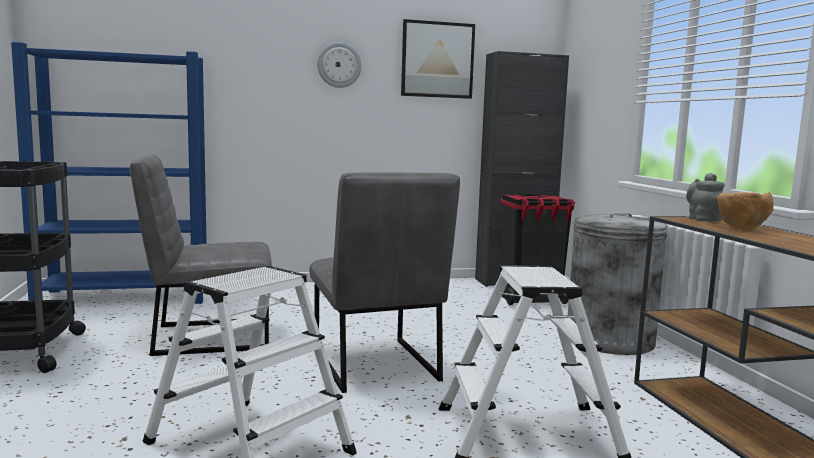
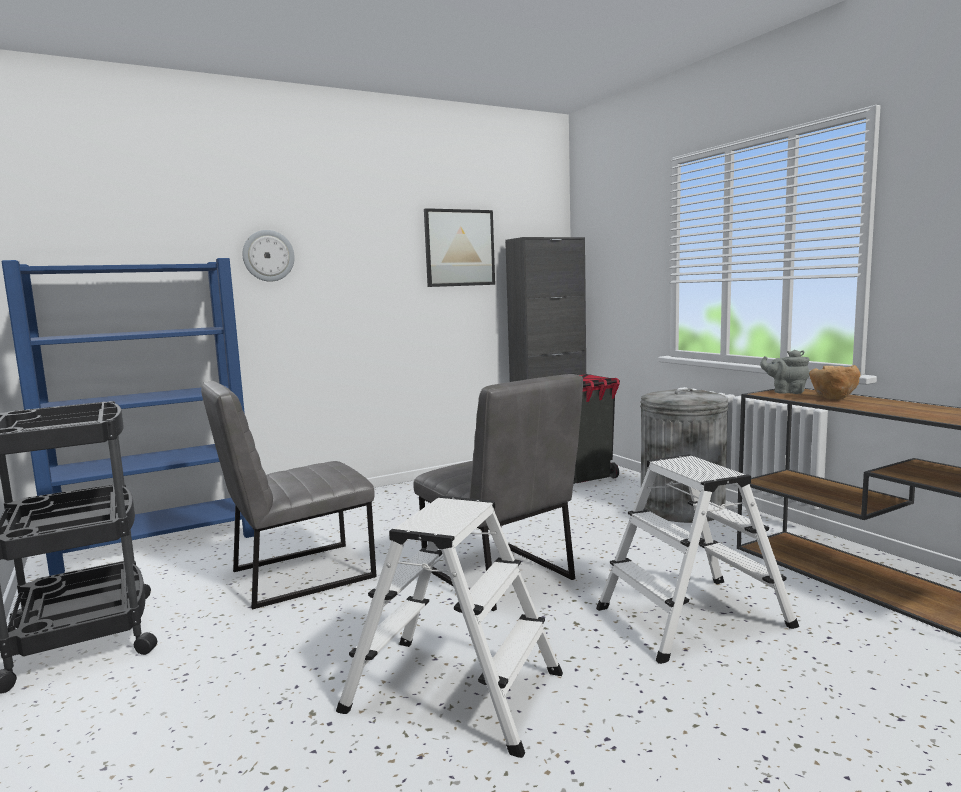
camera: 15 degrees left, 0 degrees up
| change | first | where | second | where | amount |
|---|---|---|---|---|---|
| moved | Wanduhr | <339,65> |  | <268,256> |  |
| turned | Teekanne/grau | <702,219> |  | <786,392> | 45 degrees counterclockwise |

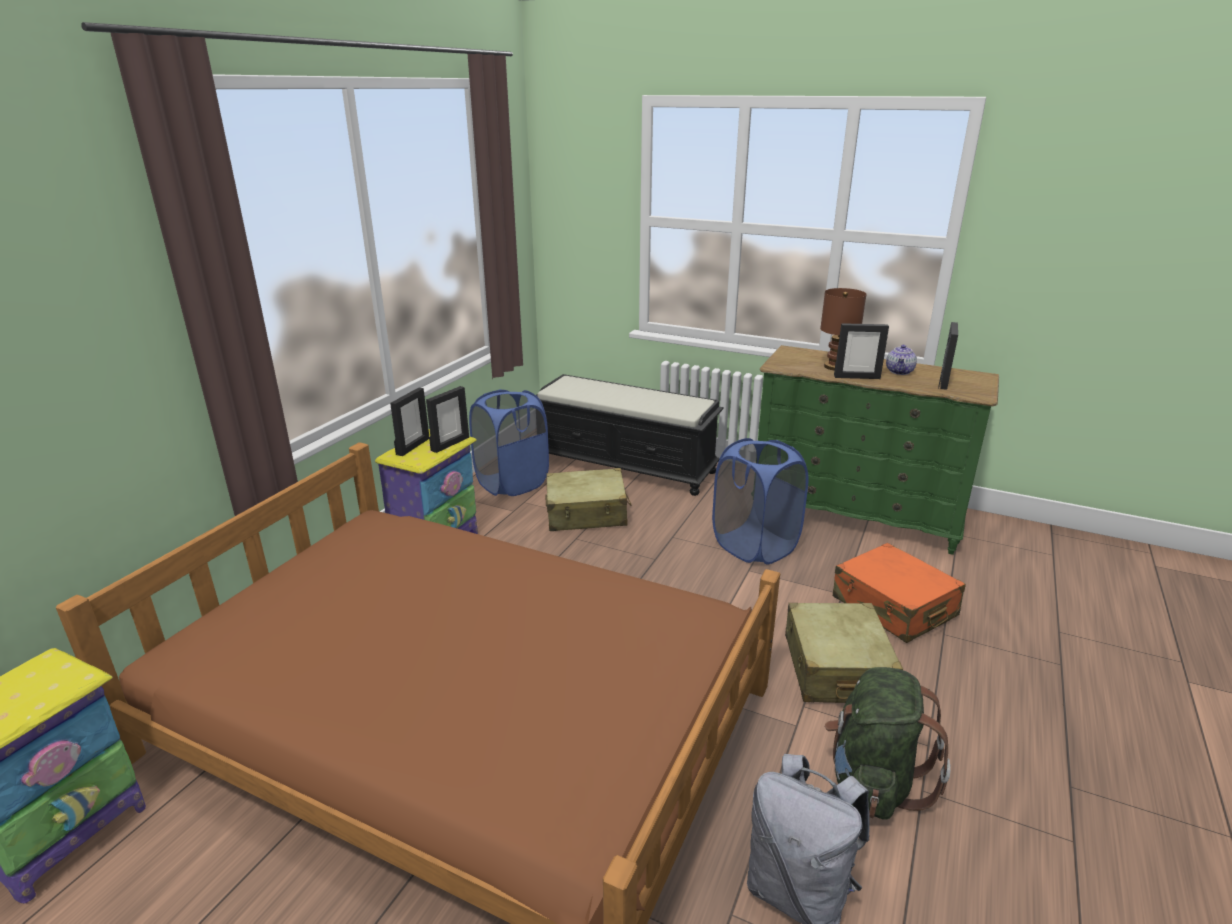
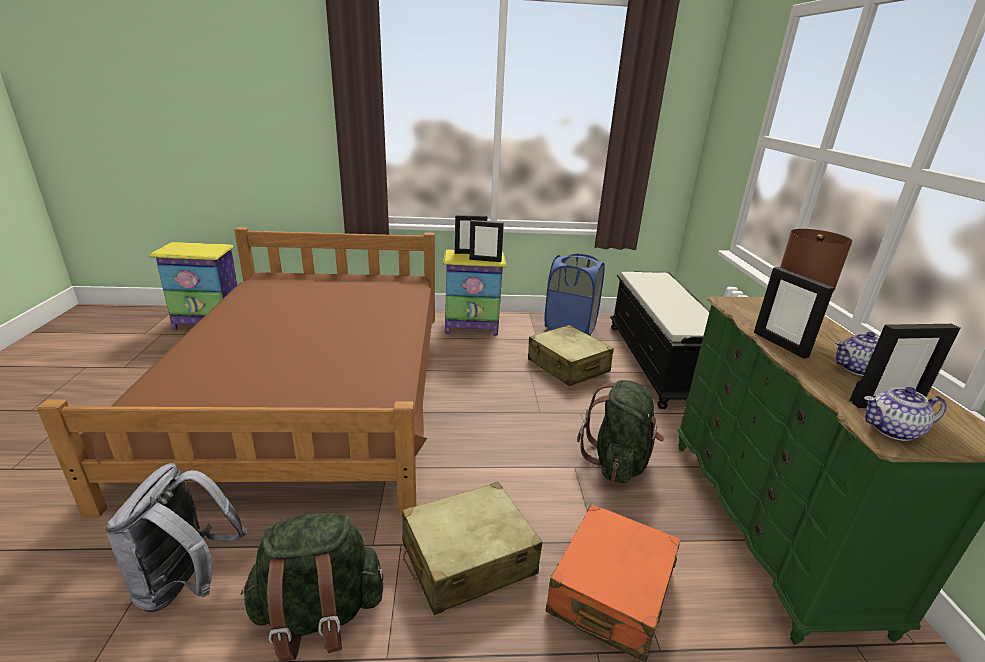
camera: 60 degrees right, 0 degrees up
| change | first | where | second | where | amount |
|---|---|---|---|---|---|
| replaced | Wäschekorb/blau | <754,546> | Rucksack/grün | <618,461> |  |
| added |  |  | Teekanne | <892,430> |  |

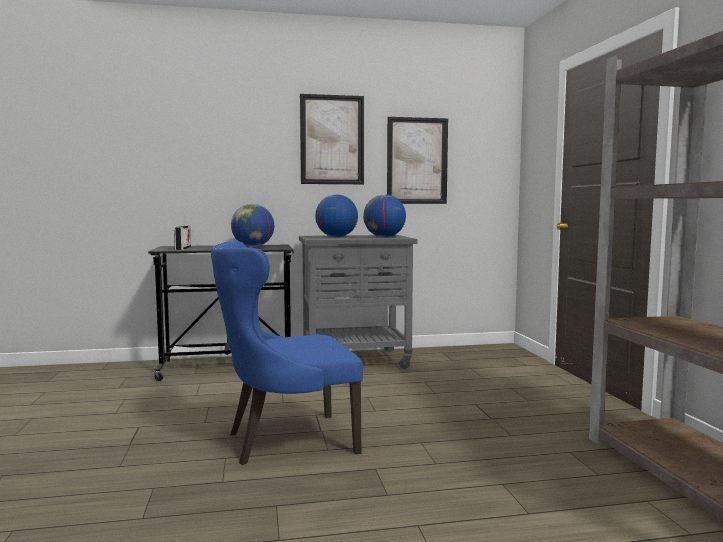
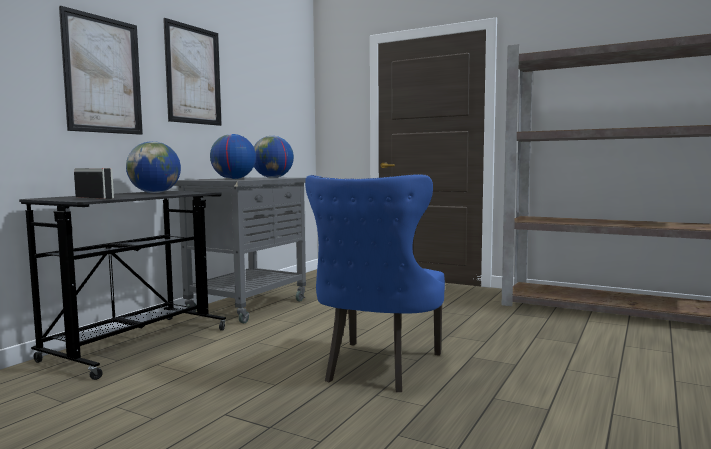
camera: 50 degrees left, 0 degrees up
| change | first | where | second | where | amount |
|---|---|---|---|---|---|
| moved | Bild | <417,161> |  | <103,75> |  |

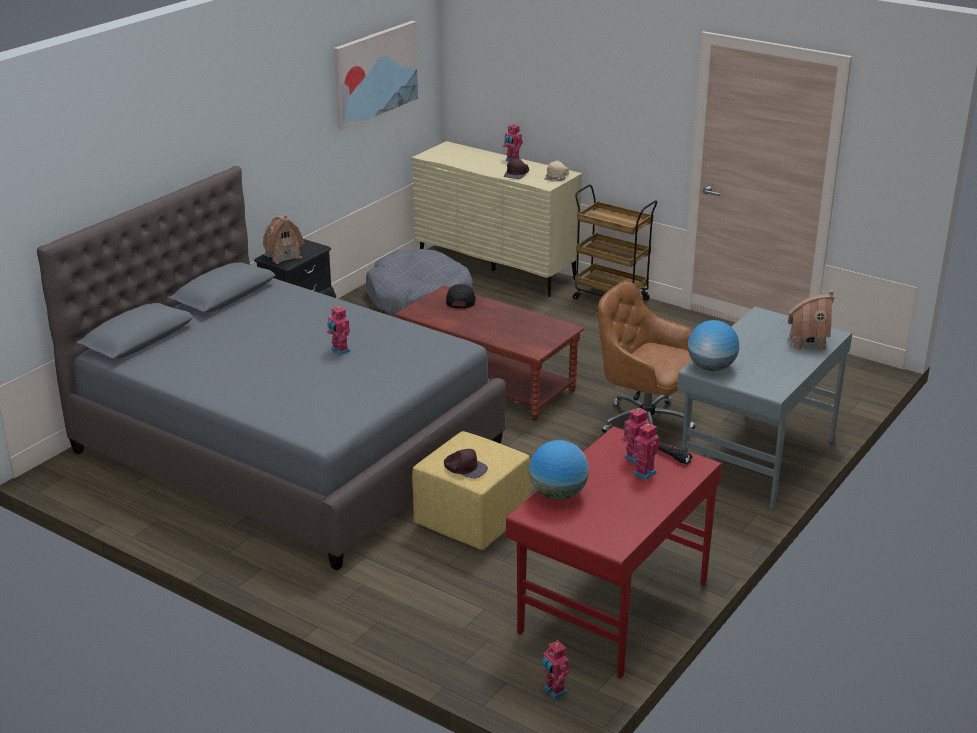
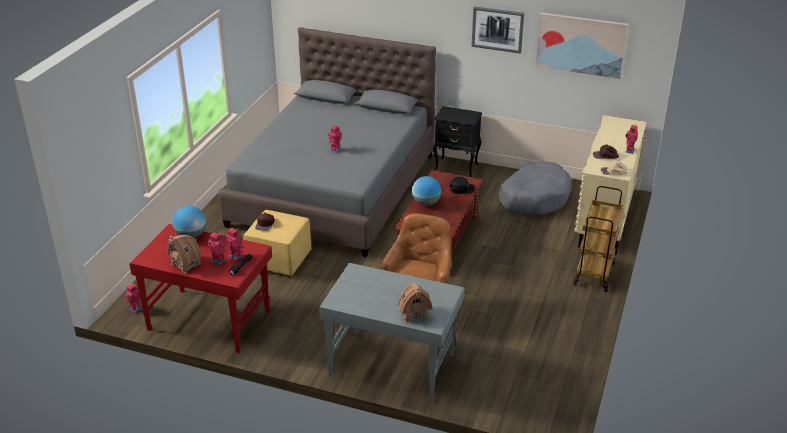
camera: 75 degrees right, 5 degrees up
| change | first | where | second | where | amount |
|---|---|---|---|---|---|
| moved | Spielzeughaus | <283,256> |  | <186,264> |  |
| moved | Globus | <711,368> |  | <426,203> |  |
| added |  |  | Bild | <497,29> |  |

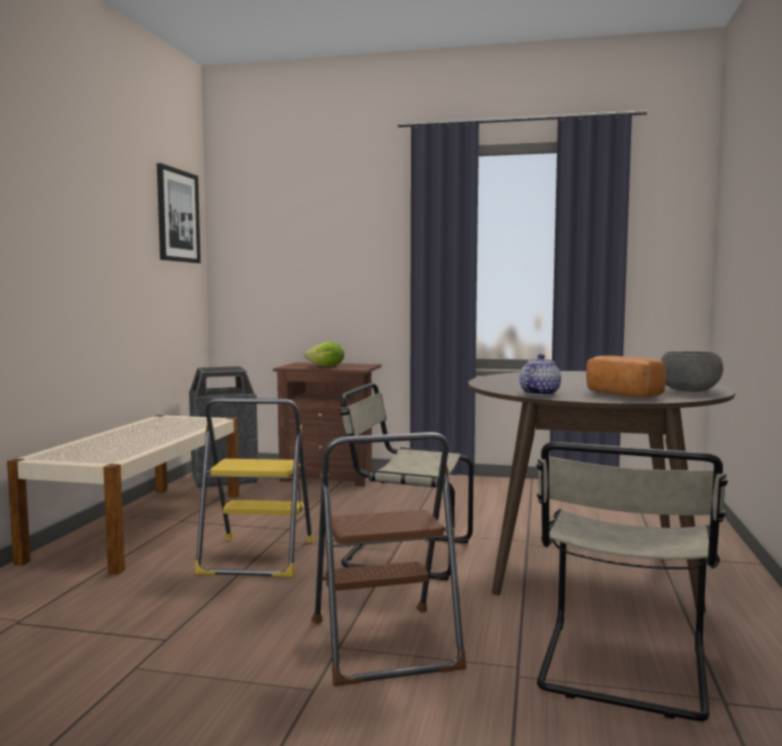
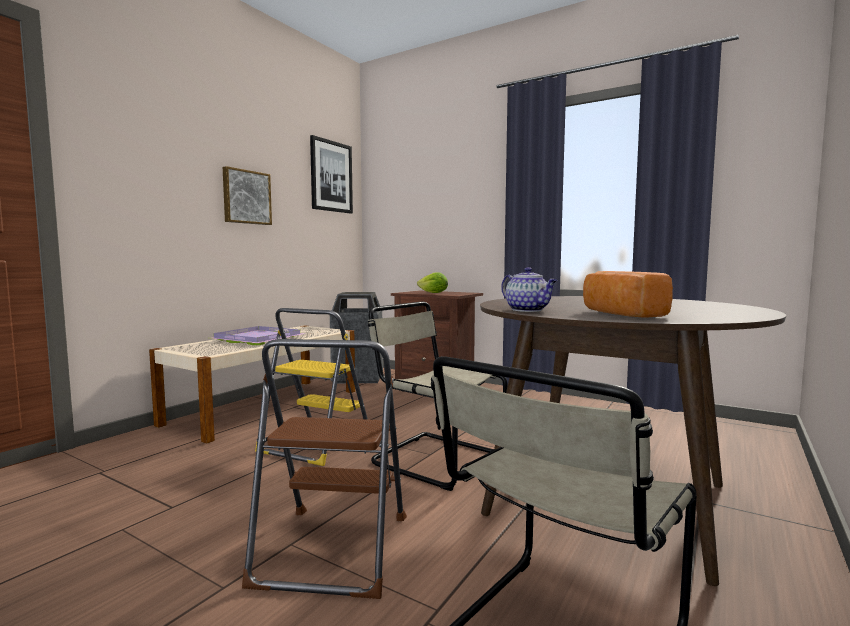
camera: 20 degrees right, 0 degrees up
| change | first | where | second | where | amount |
|---|---|---|---|---|---|
| removed | Schüssel/grau | <689,390> |  |  |  |
| turned | Teekanne | <539,393> |  | <528,310> | 90 degrees clockwise |
| added |  |  | Bild | <246,197> |  |
| added |  |  | Tablett/lila | <258,338> |  |

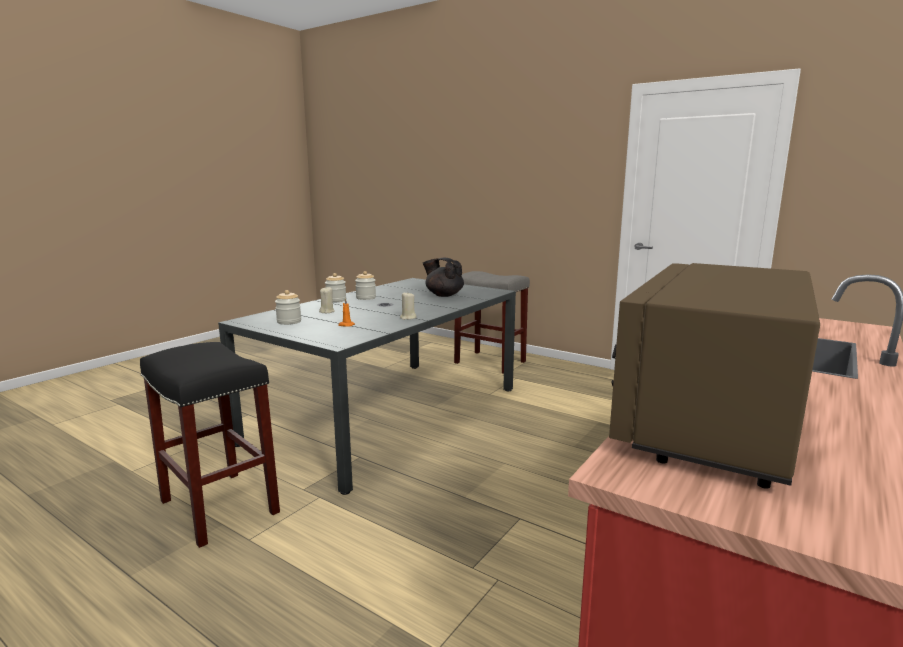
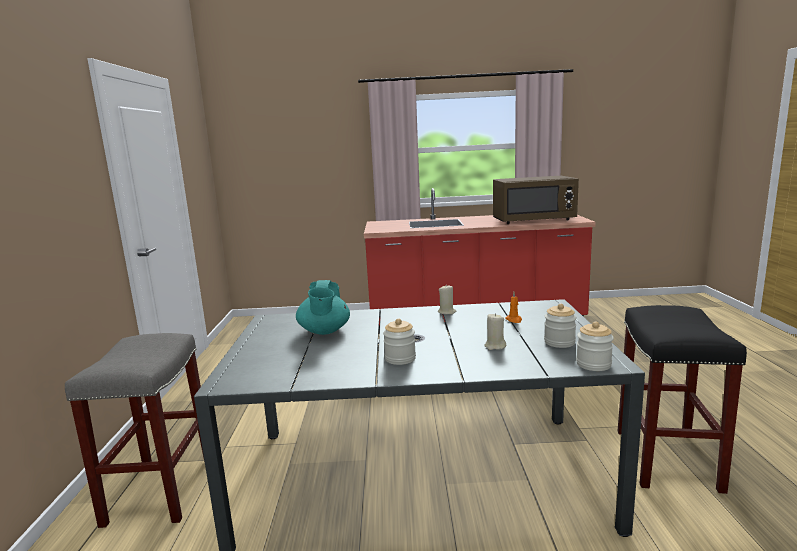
camera: 125 degrees left, 0 degrees up
| change | first | where | second | where | amount |
|---|---|---|---|---|---|
| recoloured | Teekanne/schwarz | <443,295> | Teekanne/türkis | <324,331> |  |
| moved | Vorratsglas | <336,300> |  | <593,364> |  |

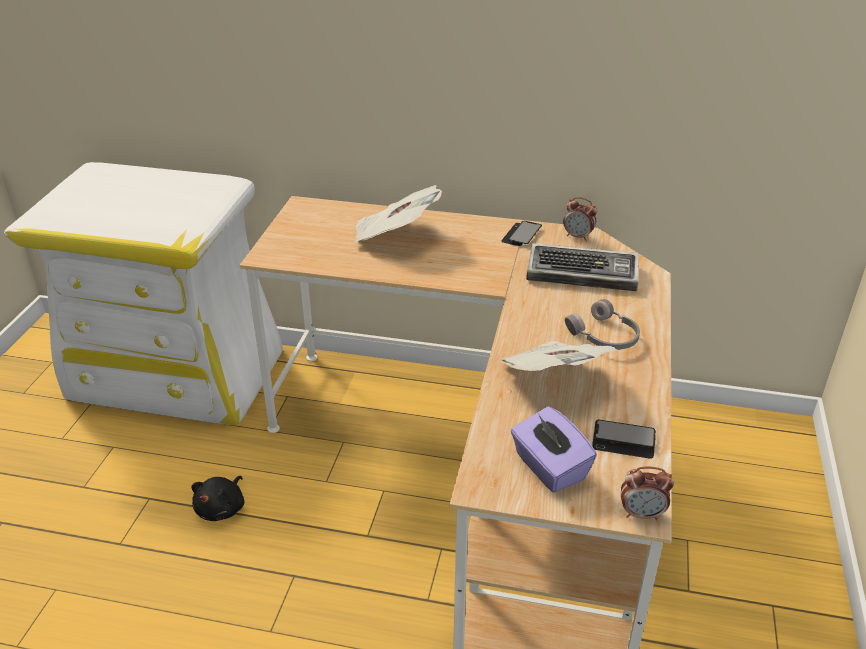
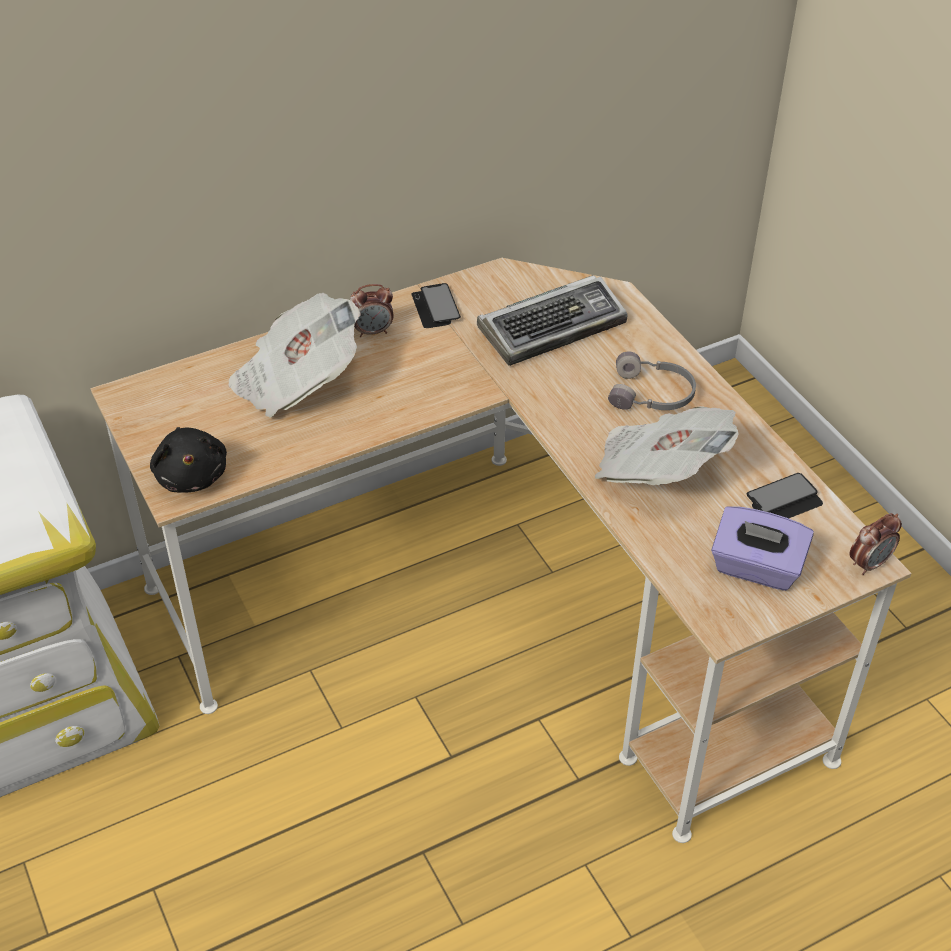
camera: 40 degrees left, 10 degrees up
| change | first | where | second | where | amount |
|---|---|---|---|---|---|
| moved | Wecker | <578,236> |  | <373,331> |  |
| moved | Plüschtier/schwarz | <222,508> |  | <192,475> |  |

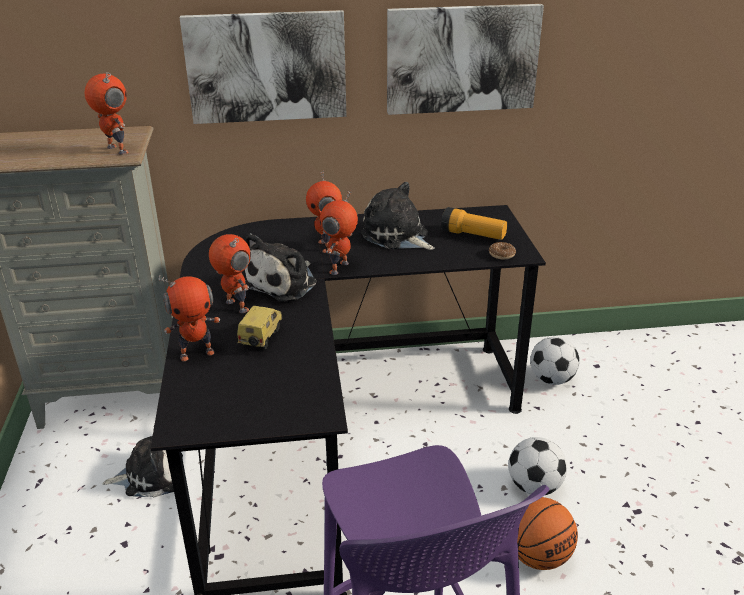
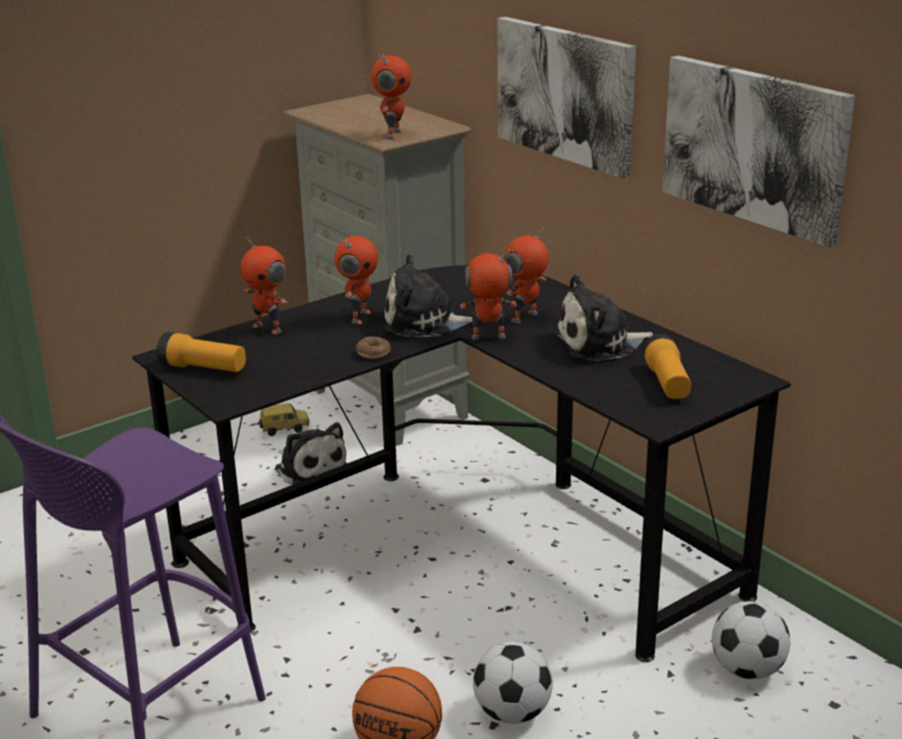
camera: 60 degrees right, 5 degrees down
| change | first | where | second | where | amount |
|---|---|---|---|---|---|
| turned | Plüschtier | <397,236> |  | <600,344> | 120 degrees counterclockwise |
| moved | Donut | <501,254> |  | <373,353> |  |
| moved | Spielzeugauto | <260,337> |  | <284,429> |  |
| added |  |  | Taschenlampe | <203,368> |  |

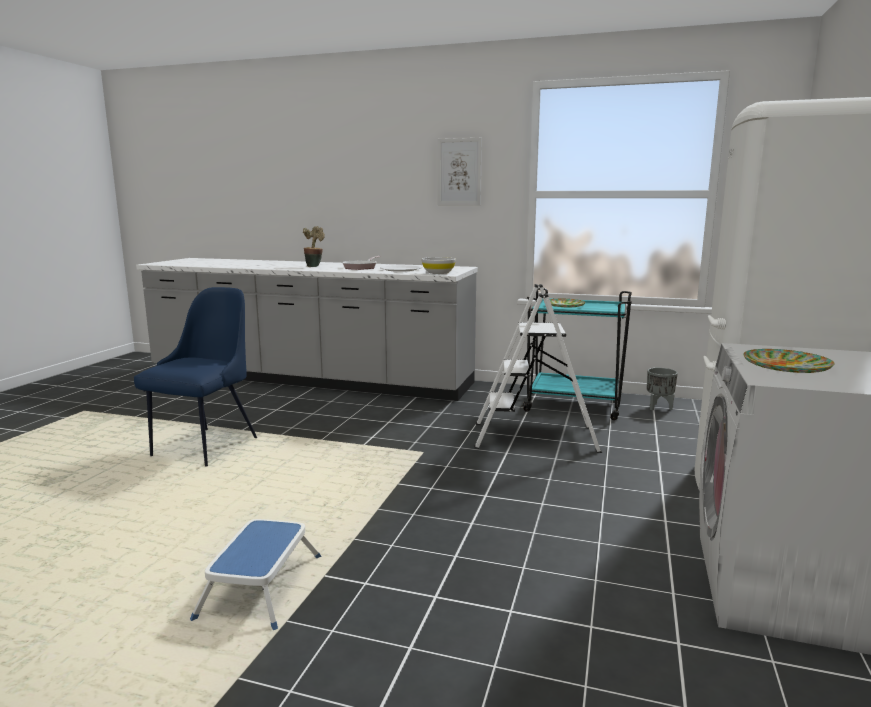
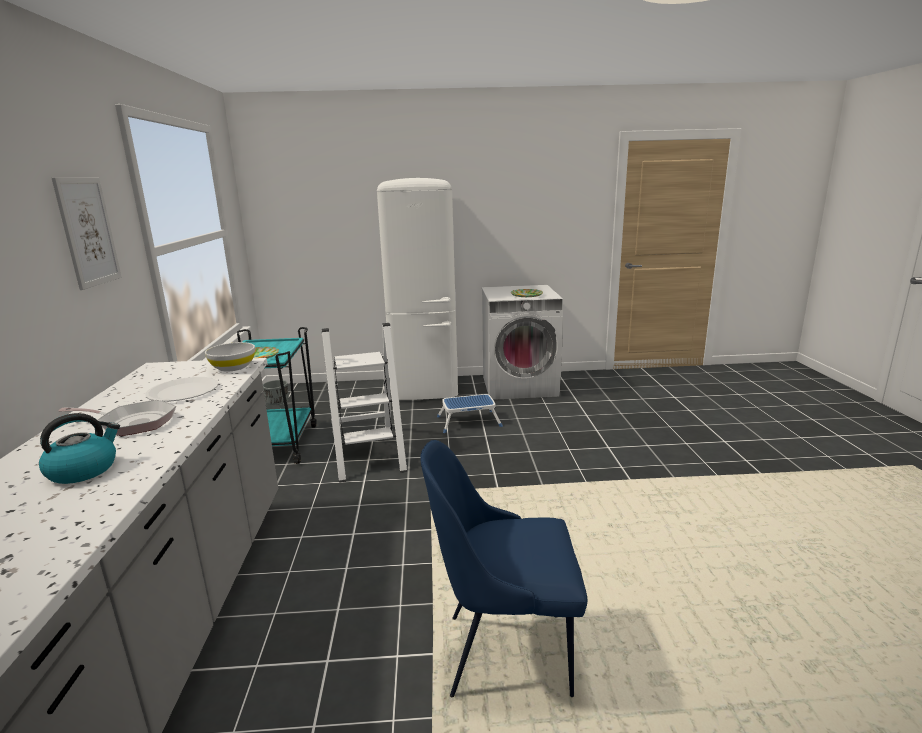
camera: 110 degrees left, 5 degrees up
| change | first | where | second | where | amount |
|---|---|---|---|---|---|
| replaced | Topfpflanze | <314,266> | Wasserkessel | <84,470> |  |
| moved | Trittleiter/blau | <260,586> |  | <469,421> |  |

